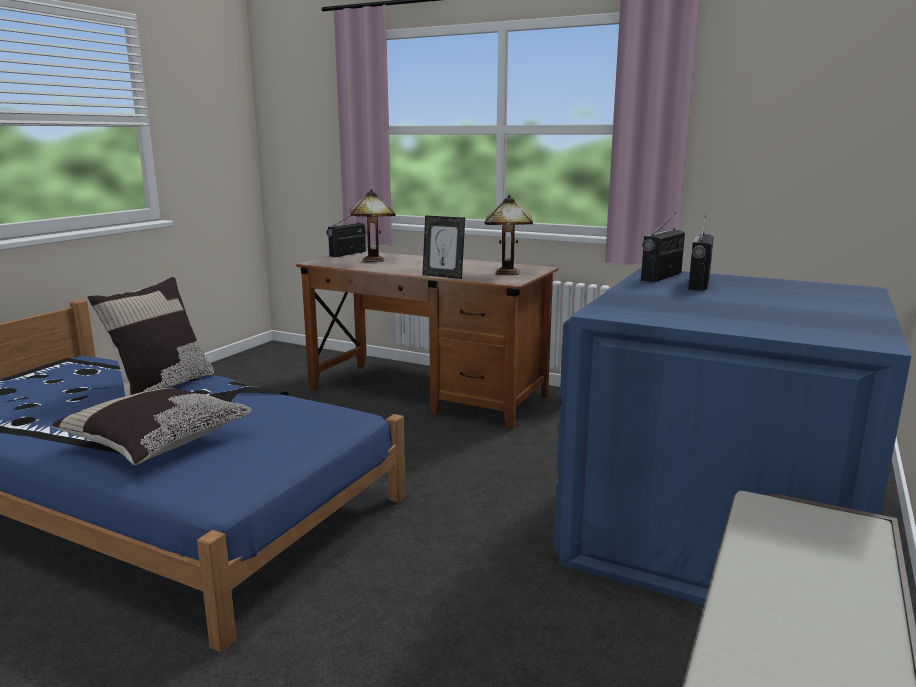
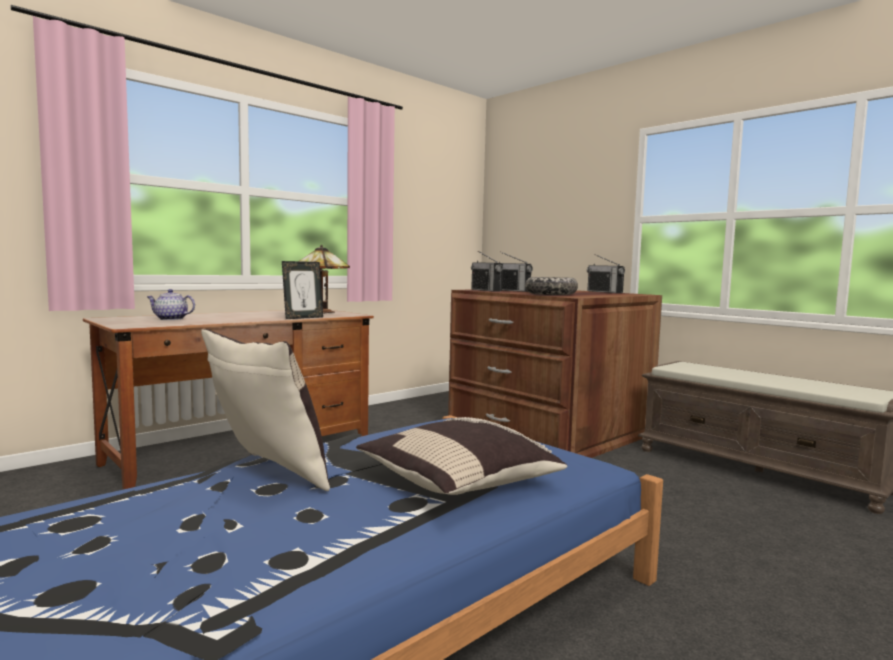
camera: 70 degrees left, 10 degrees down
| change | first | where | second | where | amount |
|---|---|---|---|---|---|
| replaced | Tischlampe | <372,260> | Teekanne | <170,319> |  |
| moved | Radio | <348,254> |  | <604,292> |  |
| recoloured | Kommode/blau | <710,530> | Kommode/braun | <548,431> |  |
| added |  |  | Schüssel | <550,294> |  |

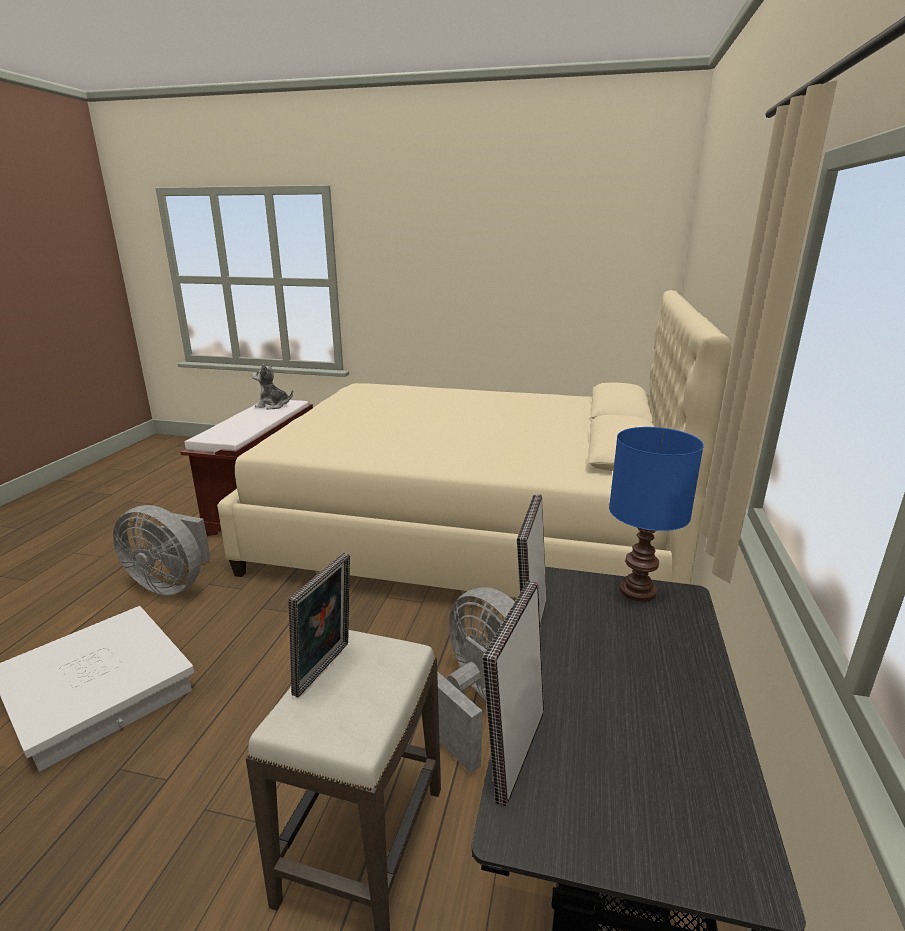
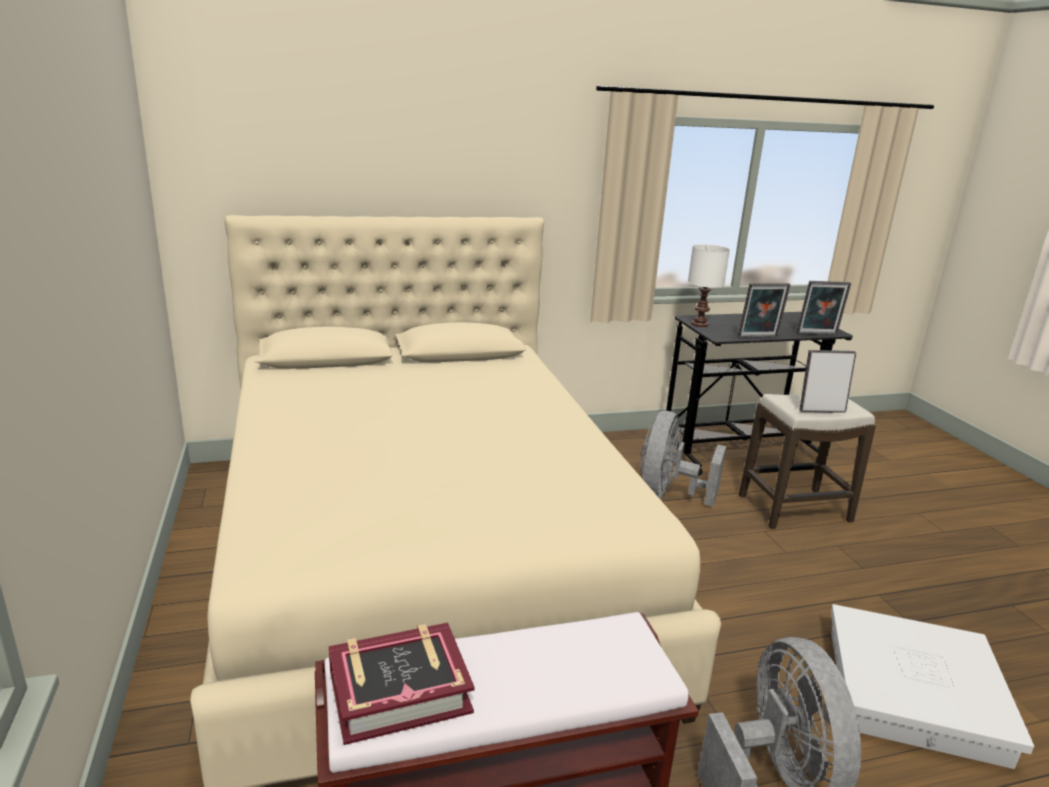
camera: 120 degrees left, 0 degrees up
| change | first | where | second | where | amount |
|---|---|---|---|---|---|
| replaced | Plüschtier | <273,405> | Buch | <399,691> |  |
| recoloured | Tischlampe/blau | <639,592> | Tischlampe/weiß | <700,324> |  |

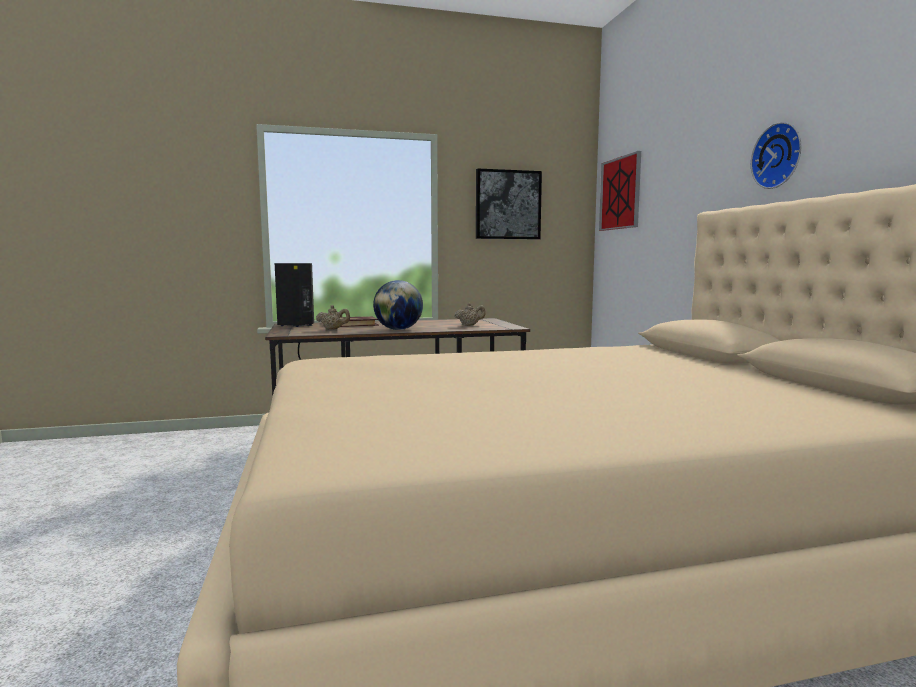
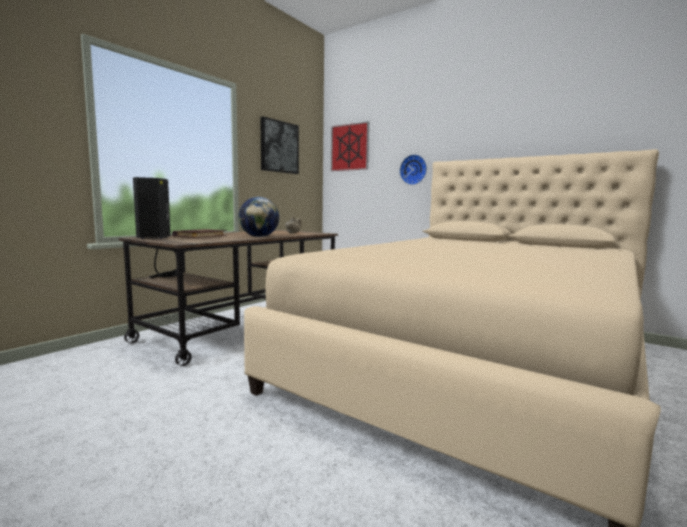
camera: 40 degrees left, 0 degrees up
| change | first | where | second | where | amount |
|---|---|---|---|---|---|
| moved | Wanduhr | <779,156> |  | <414,170> |  |
| removed | Teekanne/beige | <333,329> |  |  |  |

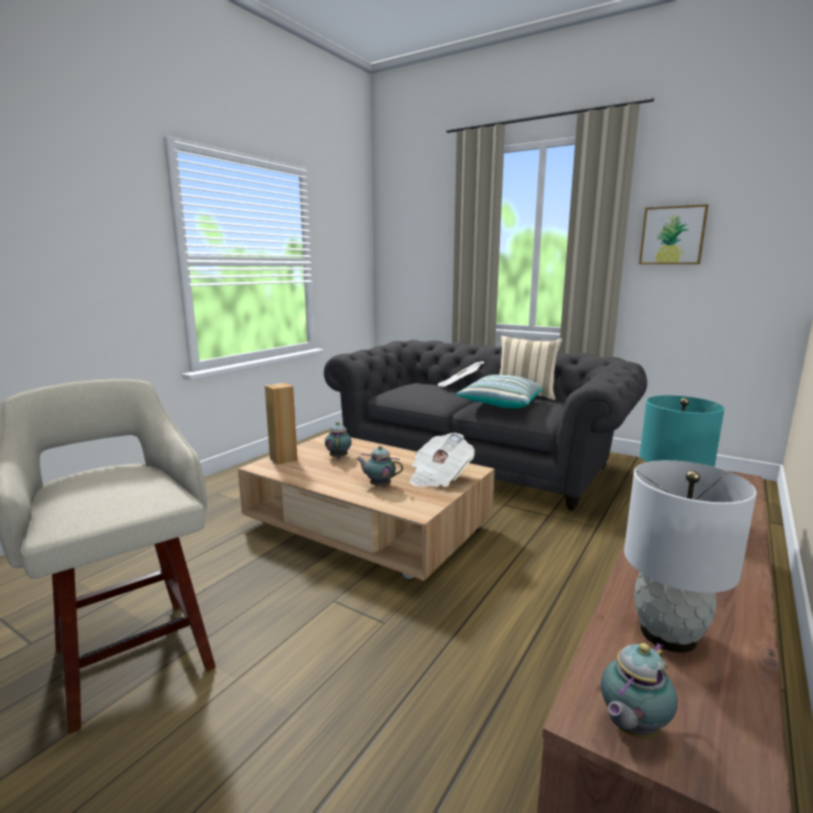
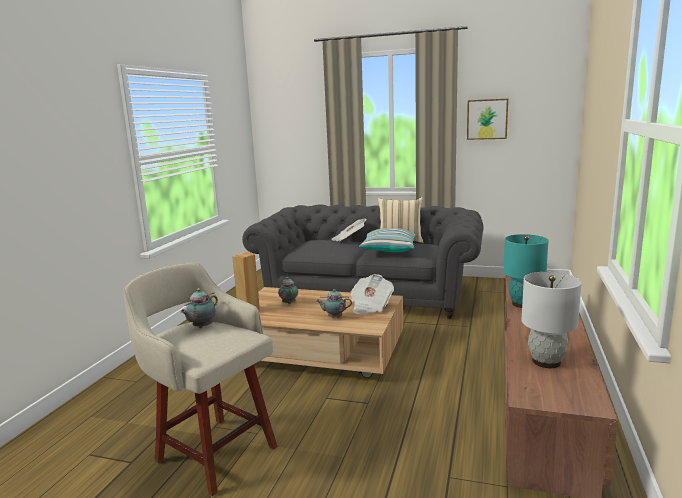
camera: 15 degrees left, 0 degrees up
| change | first | where | second | where | amount |
|---|---|---|---|---|---|
| moved | Teekanne | <630,728> |  | <201,327> |  |

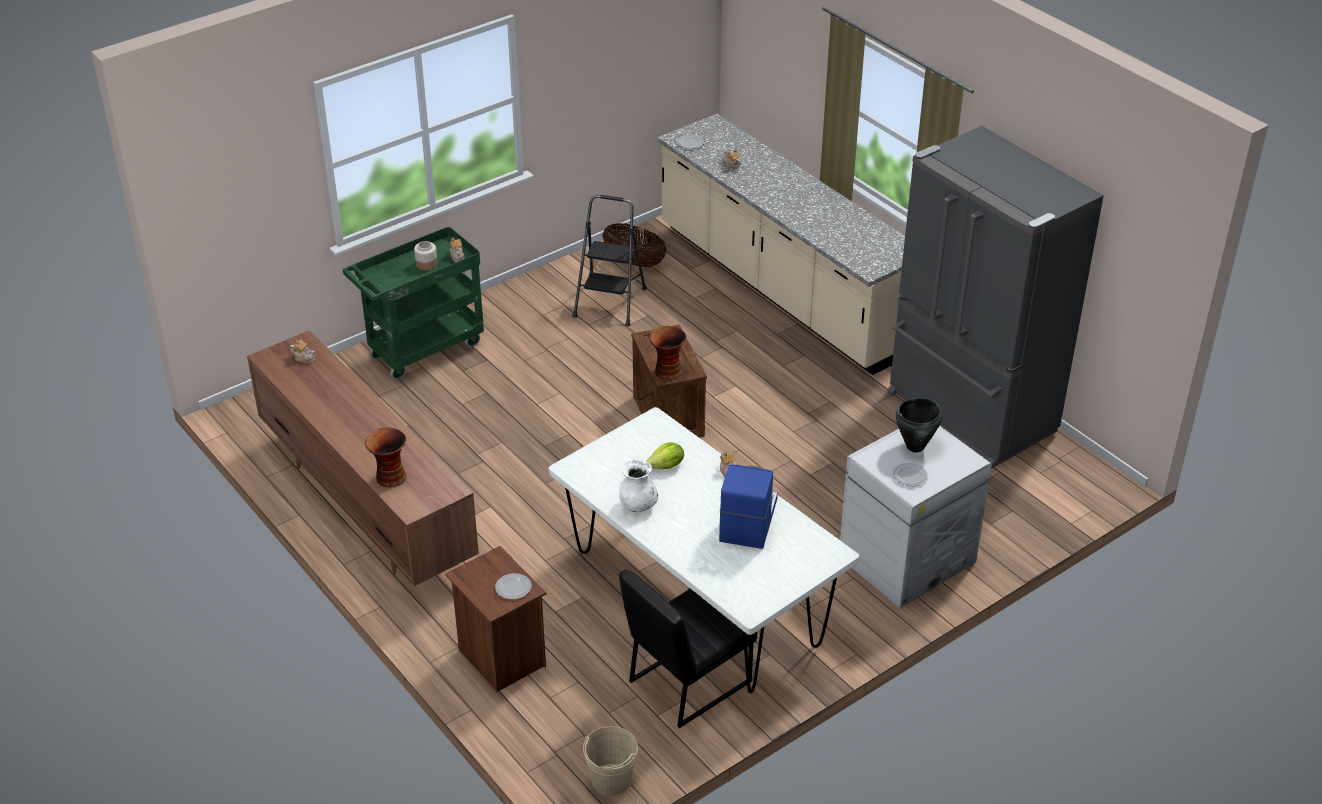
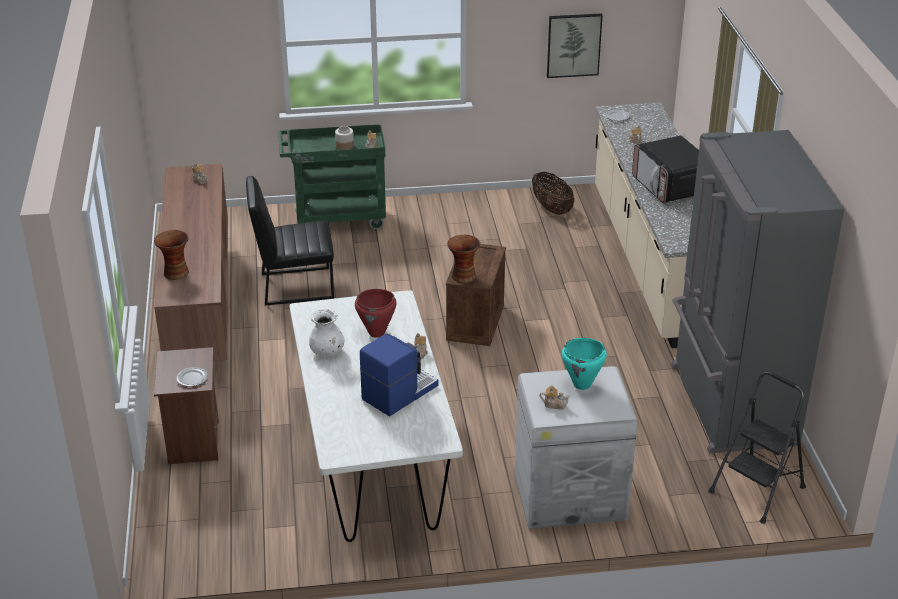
camera: 30 degrees right, 5 degrees down
| change | first | where | second | where | amount |
|---|---|---|---|---|---|
| moved | Trittleiter/schwarz | <611,300> |  | <759,487> |  |
| recoloured | Kochtopf/schwarz | <915,446> | Kochtopf/türkis | <582,385> |  |
| replaced | Salatkopf | <667,466> | Kochtopf/rot | <377,333> |  |
| replaced | Teller | <909,476> | Teekanne | <554,404> |  |
| moved | Stuhl/schwarz | <686,682> |  | <294,286> |  |
| removed | Eimer/beige | <611,780> |  |  |  |
| added |  |  | Bild | <573,45> |  |
| added |  |  | Mikrowelle | <670,186> |  |

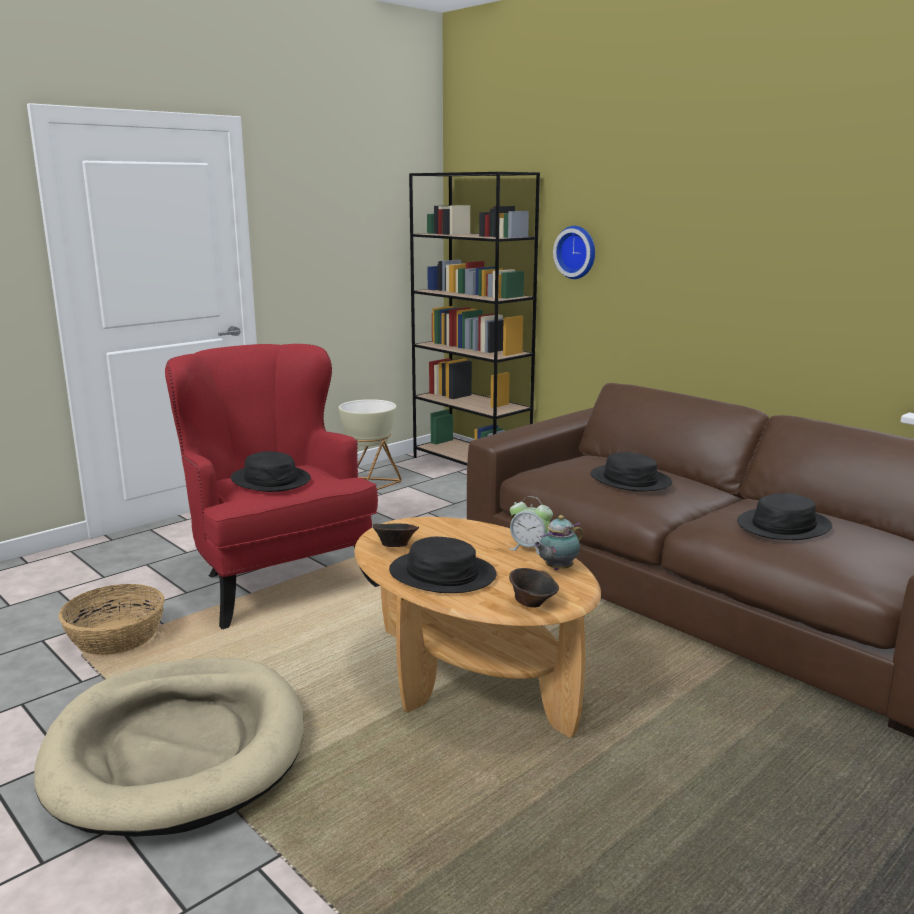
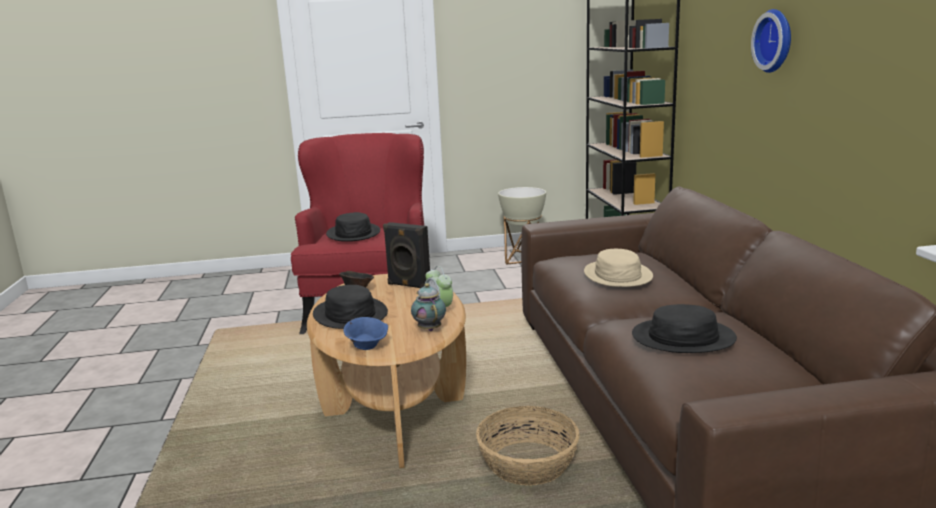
camera: 35 degrees right, 0 degrees up
| change | first | where | second | where | amount |
|---|---|---|---|---|---|
| moved | Wanduhr | <577,252> |  | <776,40> |  |
| recoloured | Hut/schwarz | <630,480> | Hut/beige | <617,275> |  |
| turned | Teekanne | <557,569> |  | <429,328> | 75 degrees clockwise |
| recoloured | Schüssel/braun | <532,603> | Schüssel/blau | <367,347> |  |
| moved | Korb | <116,638> |  | <527,464> |  |
| removed | Hundebett/beige | <177,749> |  |  |  |
| added |  |  | Lautsprecher/schwarz | <408,285> |  |

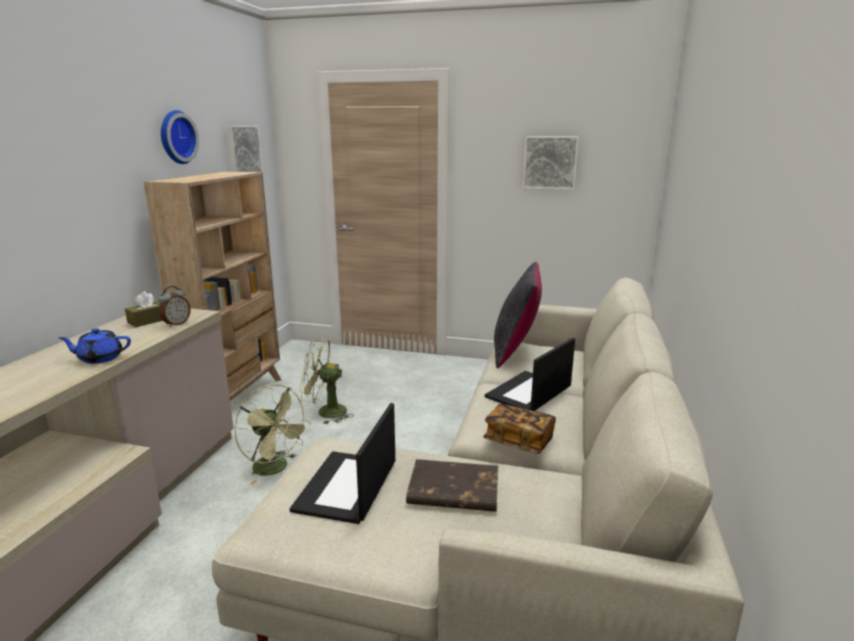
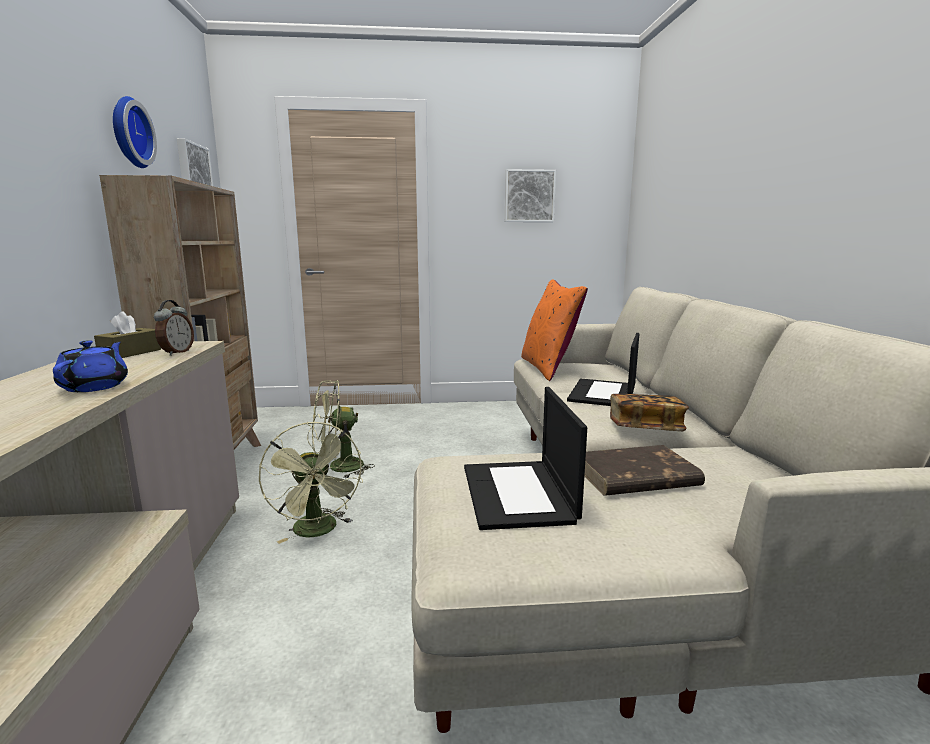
camera: 20 degrees left, 5 degrees down
| change | first | where | second | where | amount |
|---|---|---|---|---|---|
| recoloured | Kissen/schwarz | <515,351> | Kissen/orange | <549,368> |  |
| turned | Teekanne/blau | <100,358> |  | <95,386> | 120 degrees clockwise |
| turned | Ventilator/grün | <276,469> |  | <318,531> | 45 degrees clockwise |

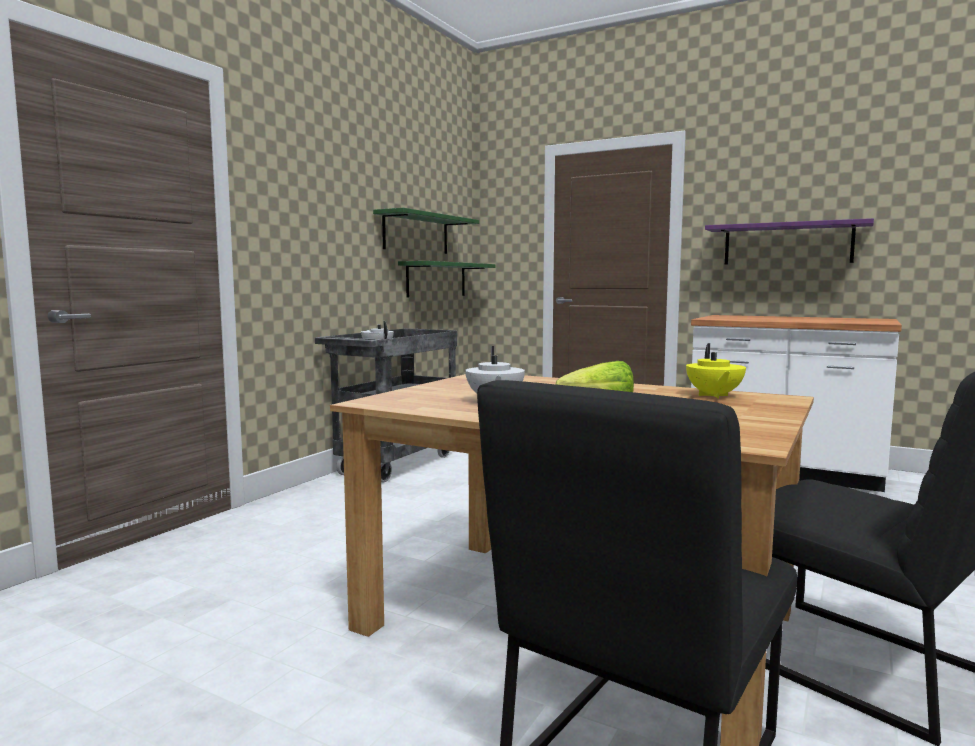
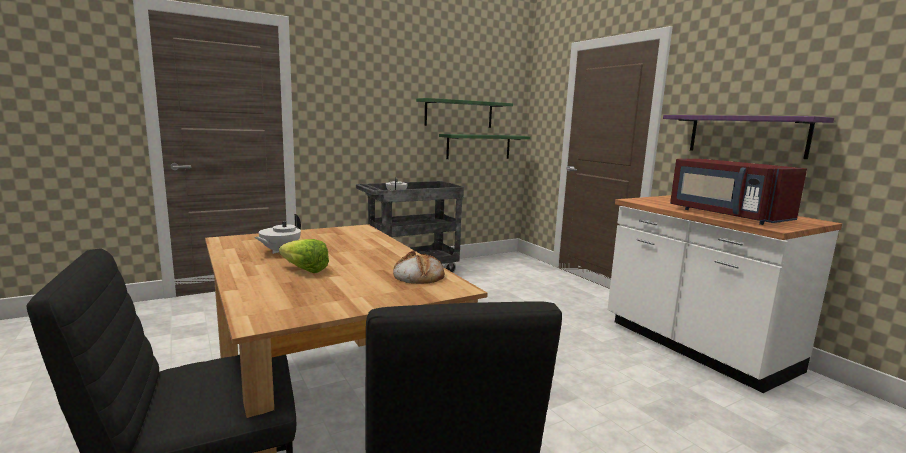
camera: 30 degrees right, 5 degrees up
| change | first | where | second | where | amount |
|---|---|---|---|---|---|
| replaced | Teekanne/gelb | <713,396> | Brot | <417,275> |  |
| added |  |  | Mikrowelle/rot | <725,215> |  |

